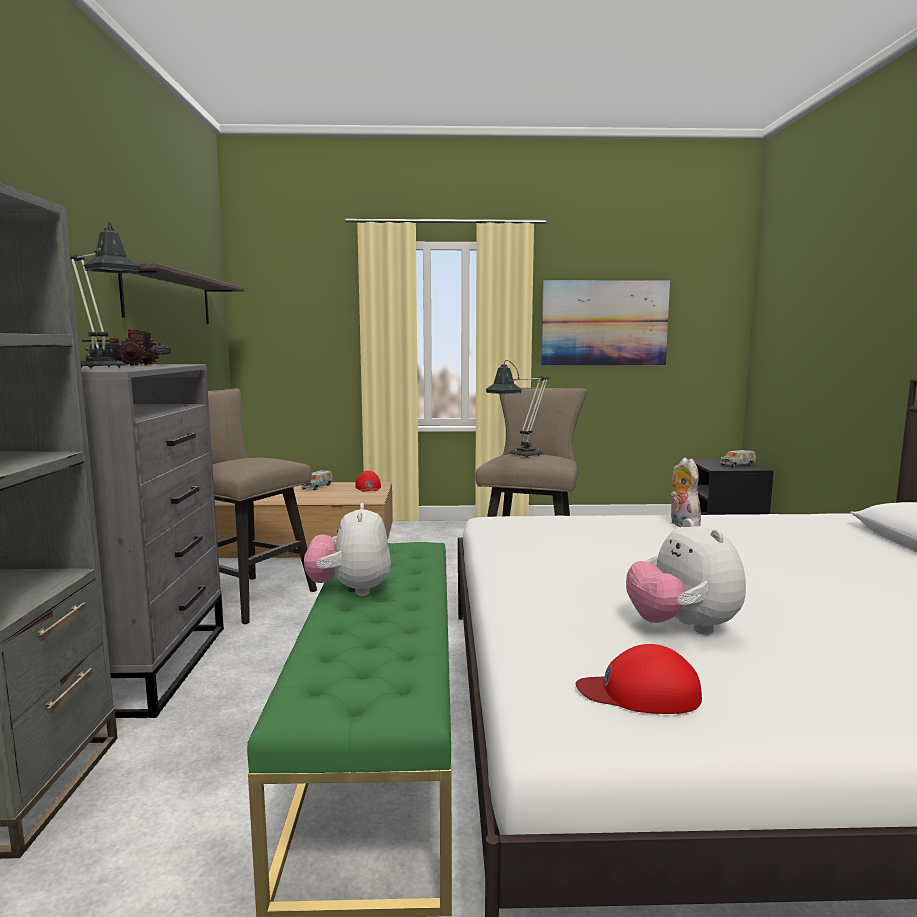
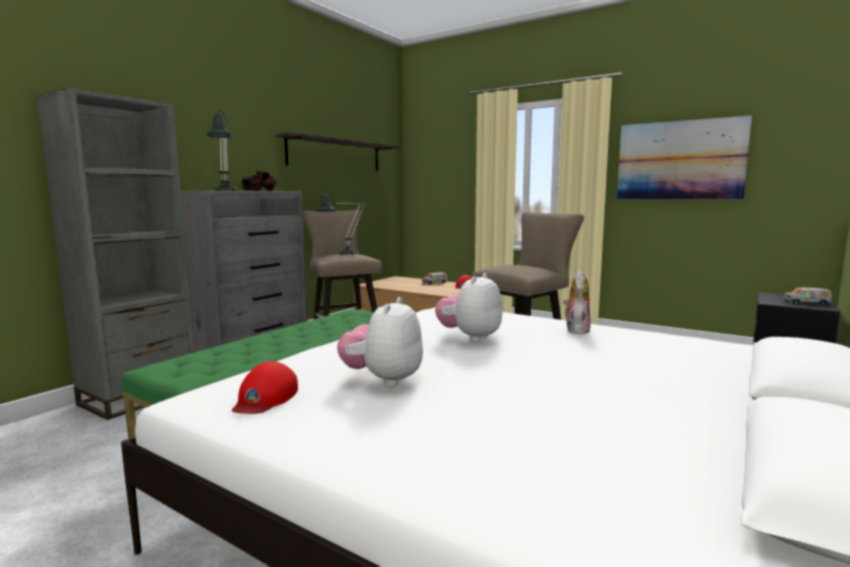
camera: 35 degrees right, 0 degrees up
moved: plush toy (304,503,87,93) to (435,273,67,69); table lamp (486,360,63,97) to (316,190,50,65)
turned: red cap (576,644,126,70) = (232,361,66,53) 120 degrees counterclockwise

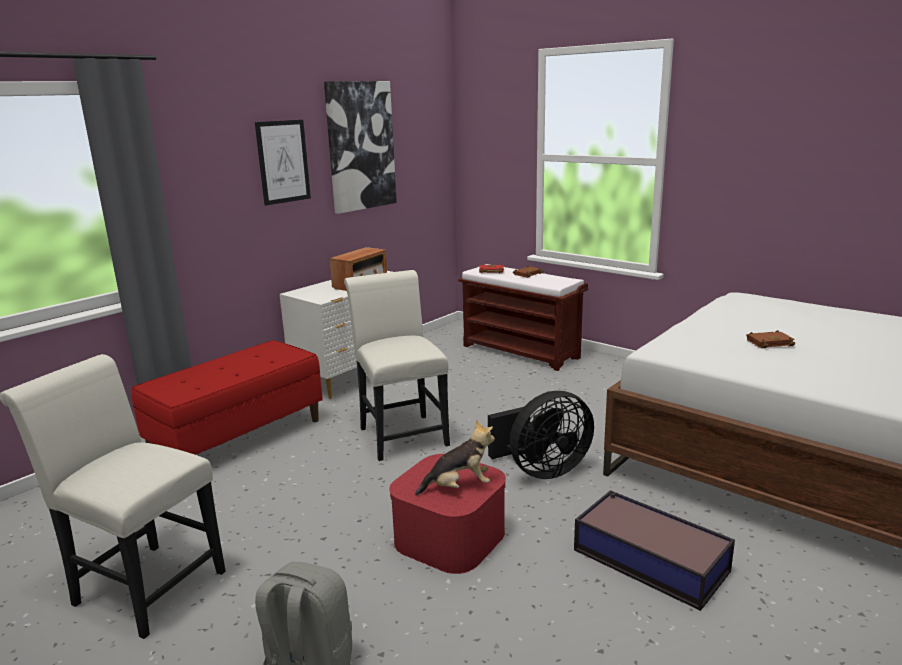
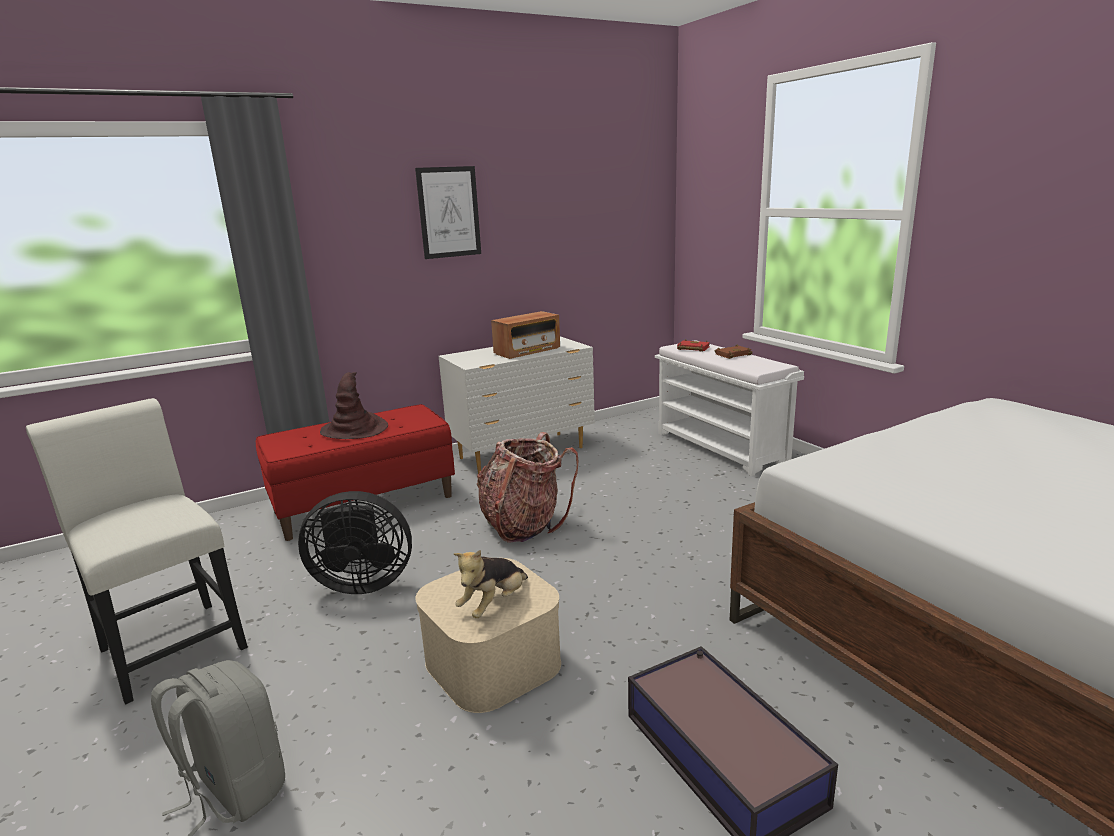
camera: 20 degrees right, 0 degrees up
removed: picture (324,81,73,133); brown book (746,330,49,19)
added: brown hat (320,372,68,67)
moved: black fan (488,391,106,88) to (298,491,114,103)
replaced: white chair (344,270,106,191) to backpack (477,432,101,111)
recoloured: red storage box (389,454,117,120) to beige storage box (415,558,146,155); brown bench (458,264,130,107) to white bench (655,340,149,136)
turned: plush toy (415,419,80,77) = (454,550,74,68) 120 degrees clockwise

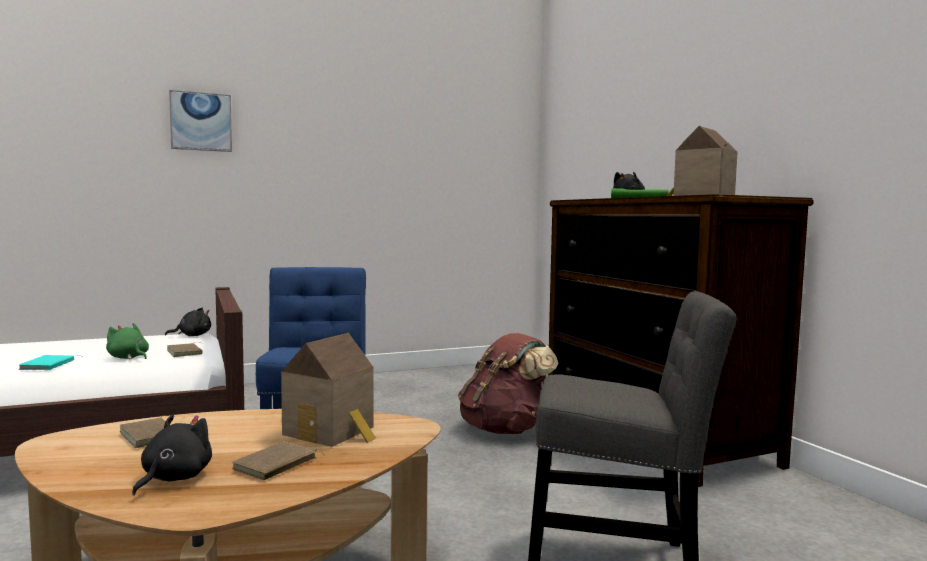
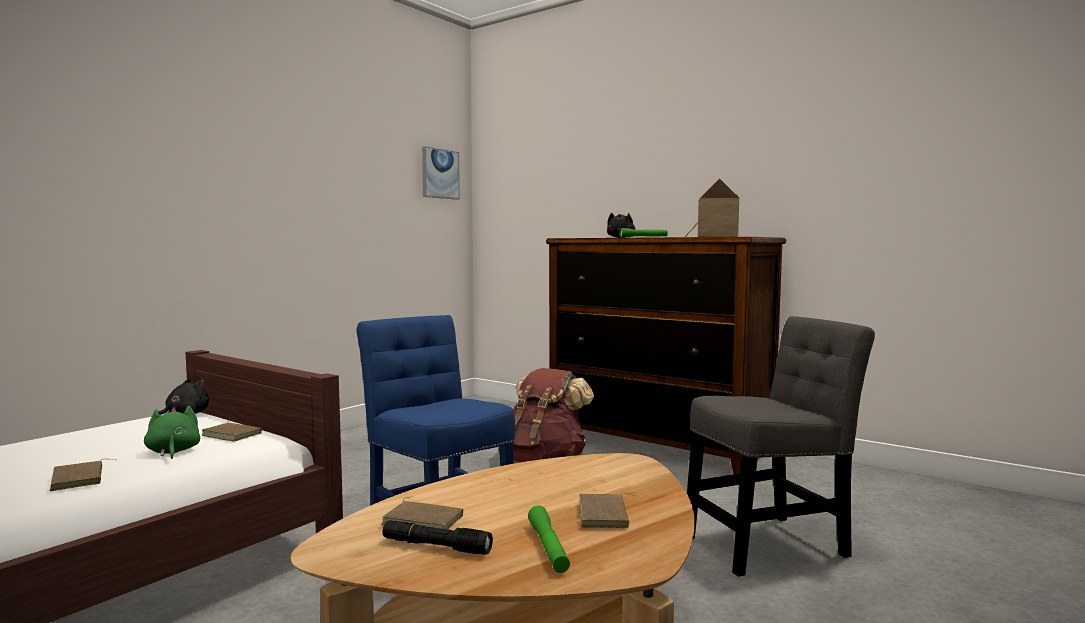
camera: 30 degrees left, 0 degrees up
removed: toy house (281,333,95,114)
added: black flashlight (383,520,110,35)
moved: picture (169,90,63,62) to (422,146,38,54)
replaced: black plush toy (132,414,80,81) to green flashlight (528,505,42,68)
recoloured: turquoise book (19,355,64,15) to brown book (50,459,65,32)
turned: green plush toy (106,323,43,36) = (144,406,56,53) 60 degrees clockwise

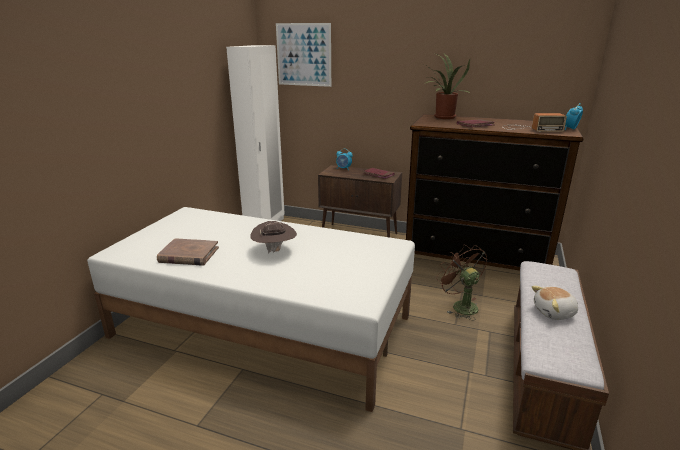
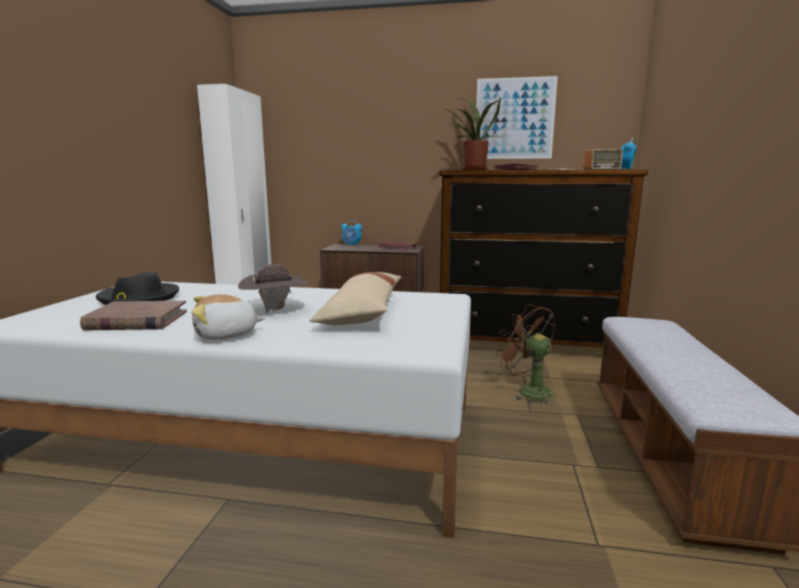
camera: 10 degrees left, 10 degrees down
added: black hat (96,271,83,34); beige pillow (310,272,91,53)
moved: picture (276,23,55,64) to (475,76,83,83); plush toy (531,286,47,34) to (192,294,73,46)

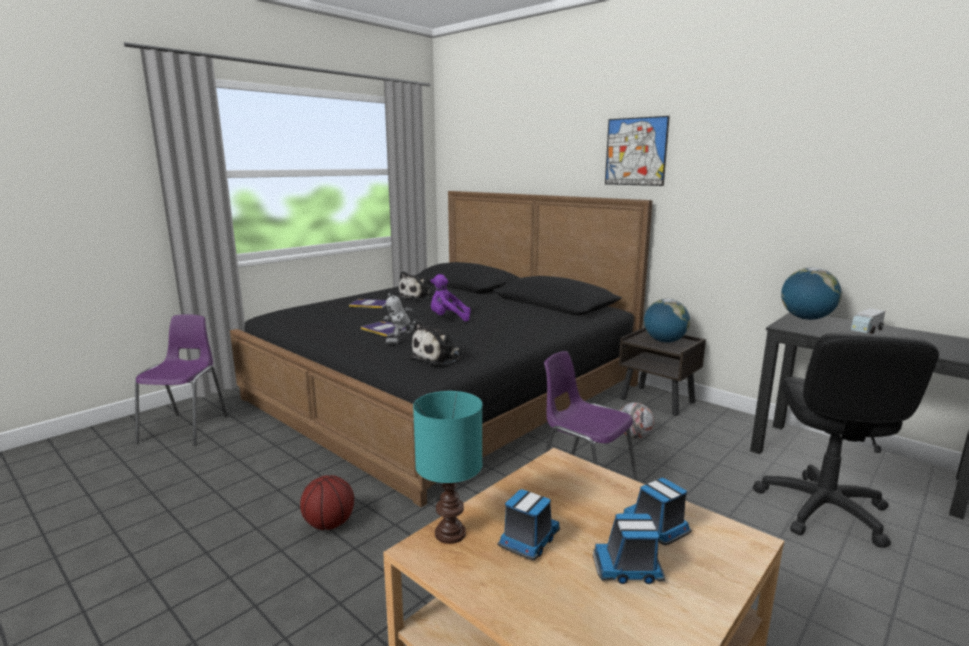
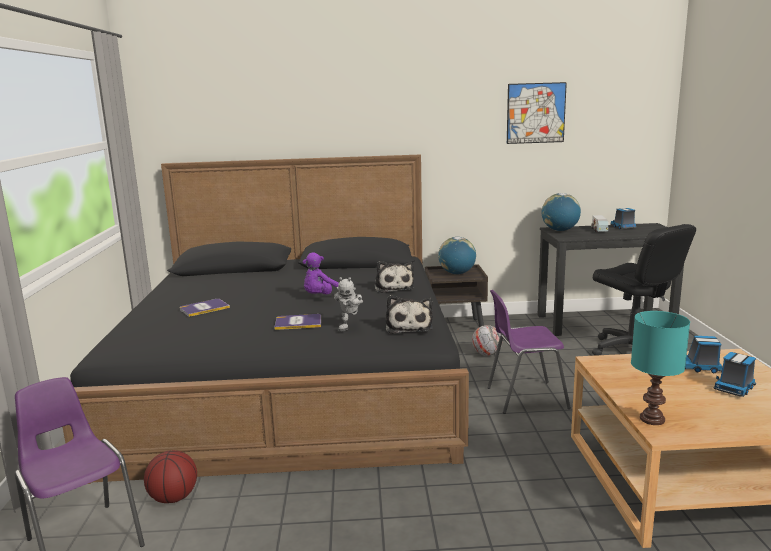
camera: 45 degrees left, 0 degrees up
moved: basketball (300,475,54,55) to (144,450,53,53); plush toy (397,271,36,29) to (374,261,40,32); toy truck (497,489,63,72) to (610,208,27,21); picture (605,116,65,70) to (507,82,60,62)

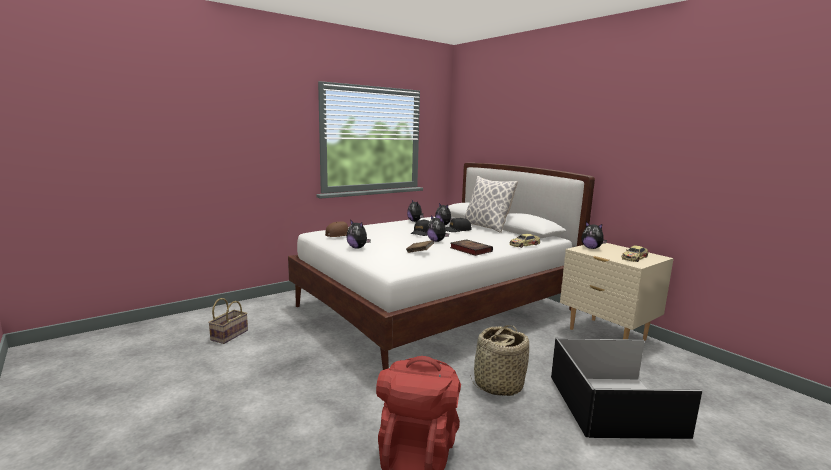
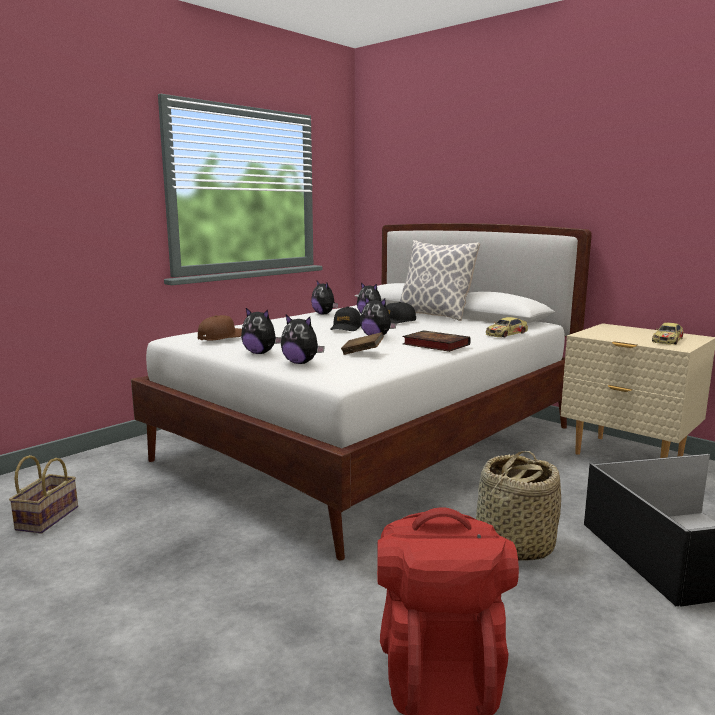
camera: 10 degrees left, 0 degrees up
moved: plush toy (581,222,26,27) to (281,315,44,49)

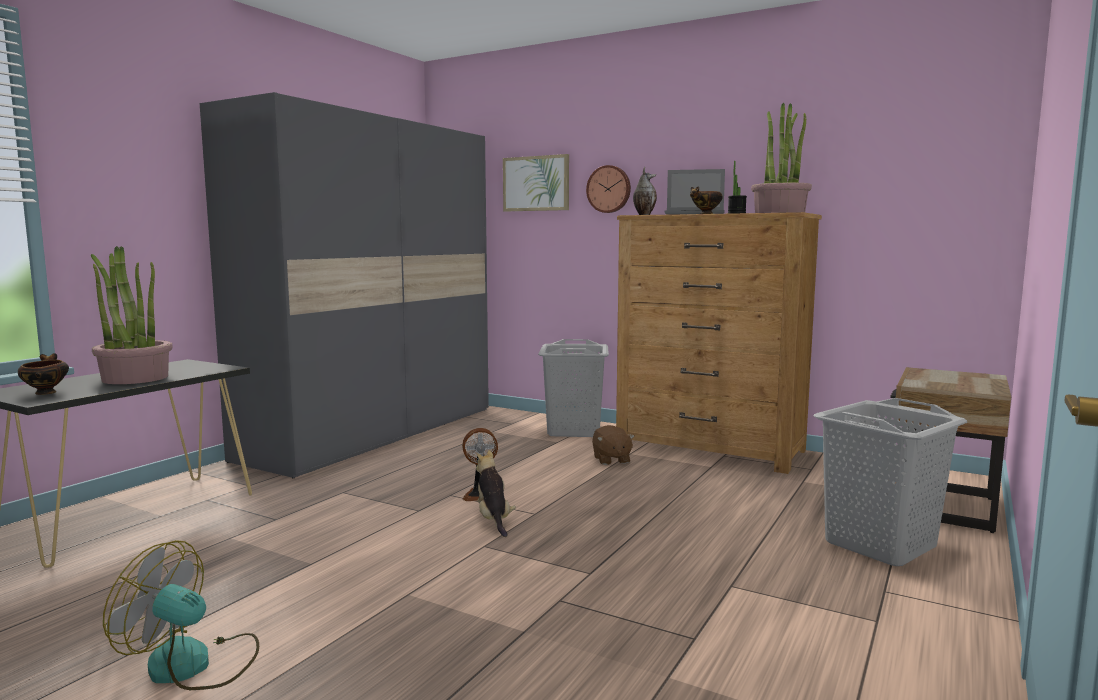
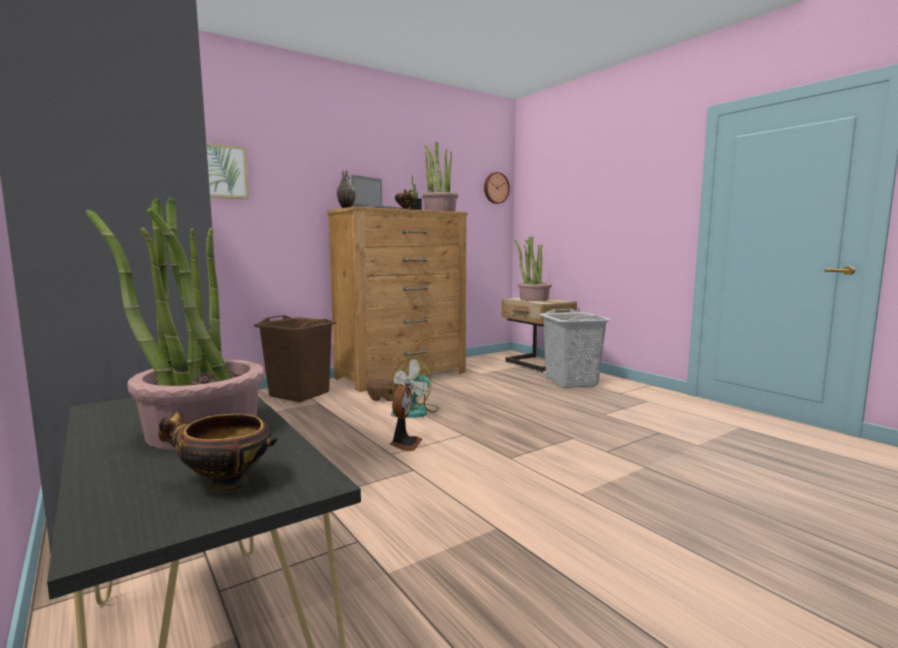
camera: 65 degrees left, 0 degrees up
removed: plush toy (476,450,40,87)
added: potted plant (514,236,38,65)
moved: fan (103,540,156,150) to (391,357,48,61); wall clock (586,165,45,48) to (484,172,26,32)
recoloured: grey laundry basket (538,339,71,98) to brown laundry basket (254,315,83,87)

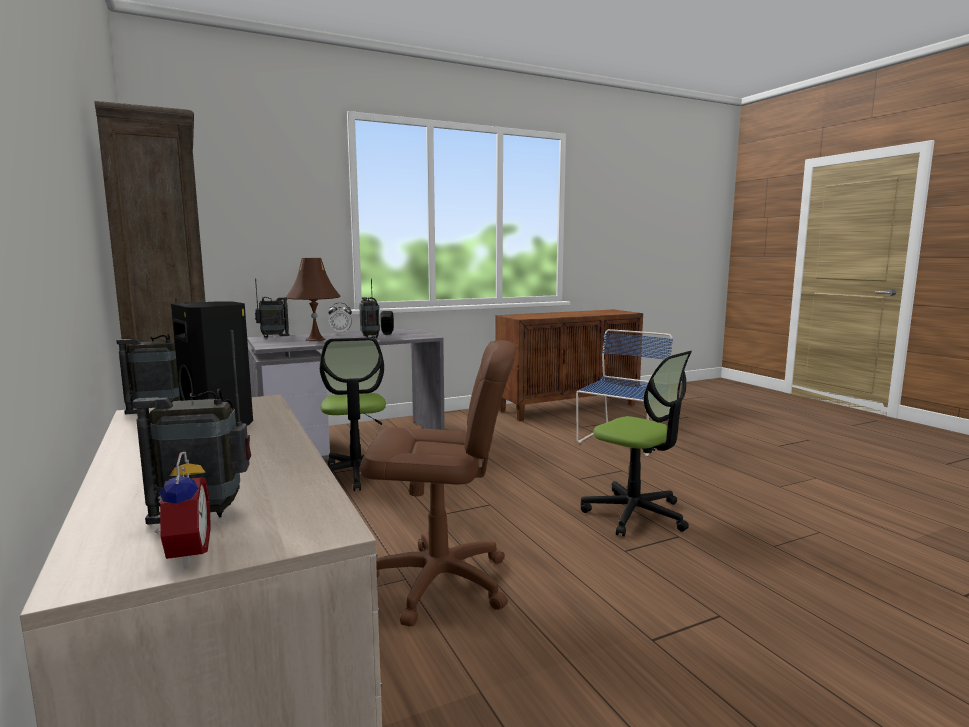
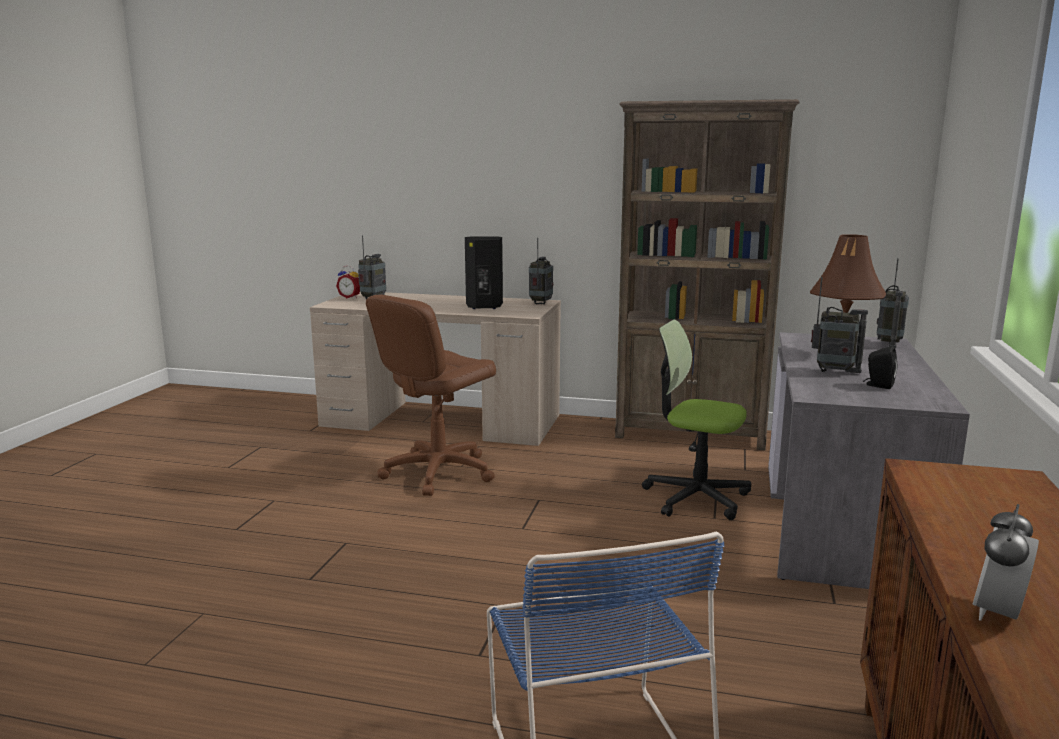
camera: 130 degrees right, 5 degrees up
removed: office chair (581,351,111,186)
moved: alarm clock (328,303,24,30) to (973,504,66,117)

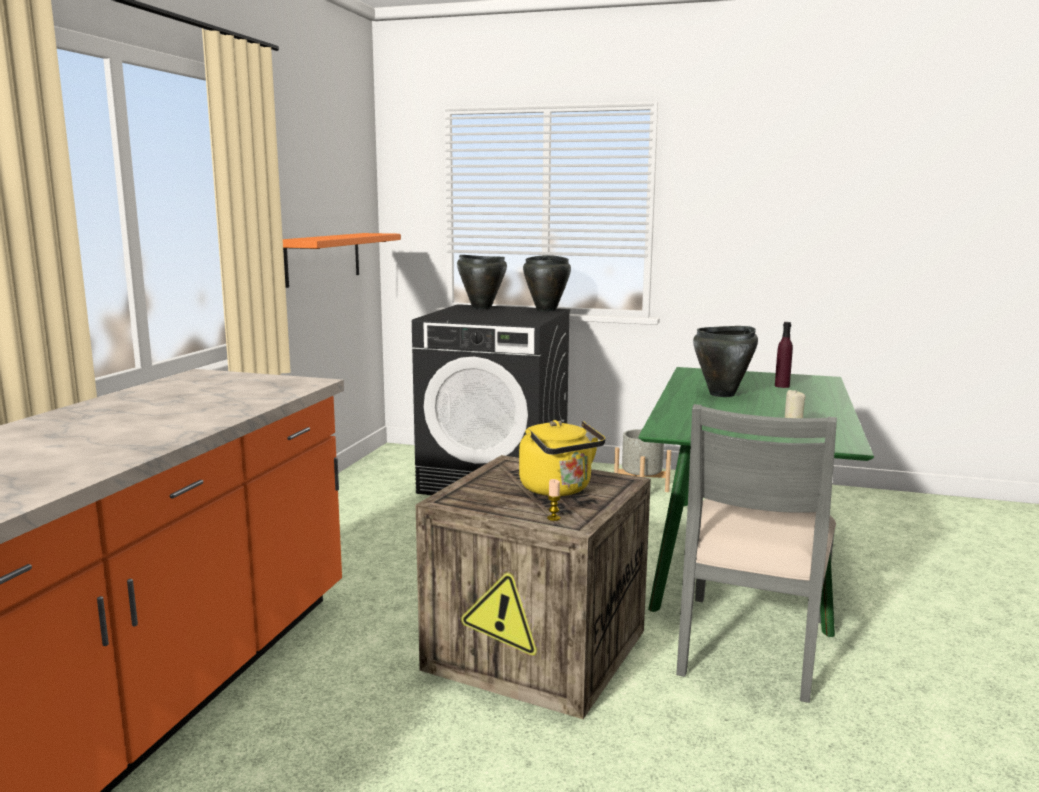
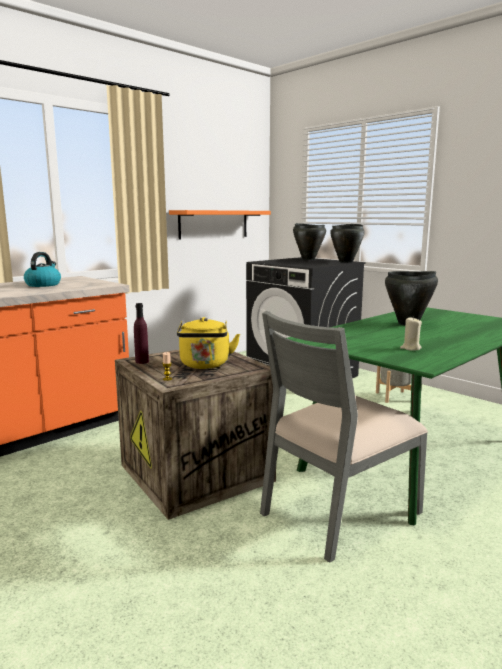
camera: 30 degrees right, 0 degrees up
added: kettle (24,252,37,35)
moved: purple bottle (775,322,18,66) to (134,303,15,61)

